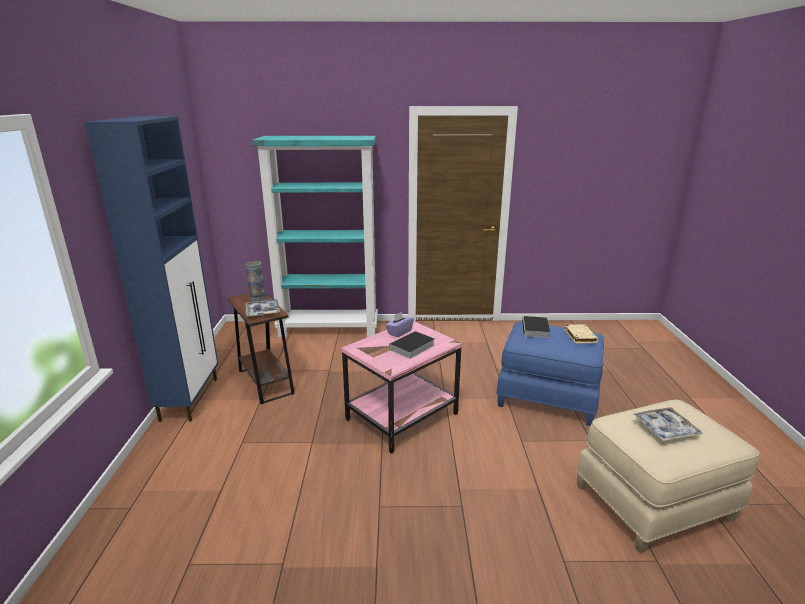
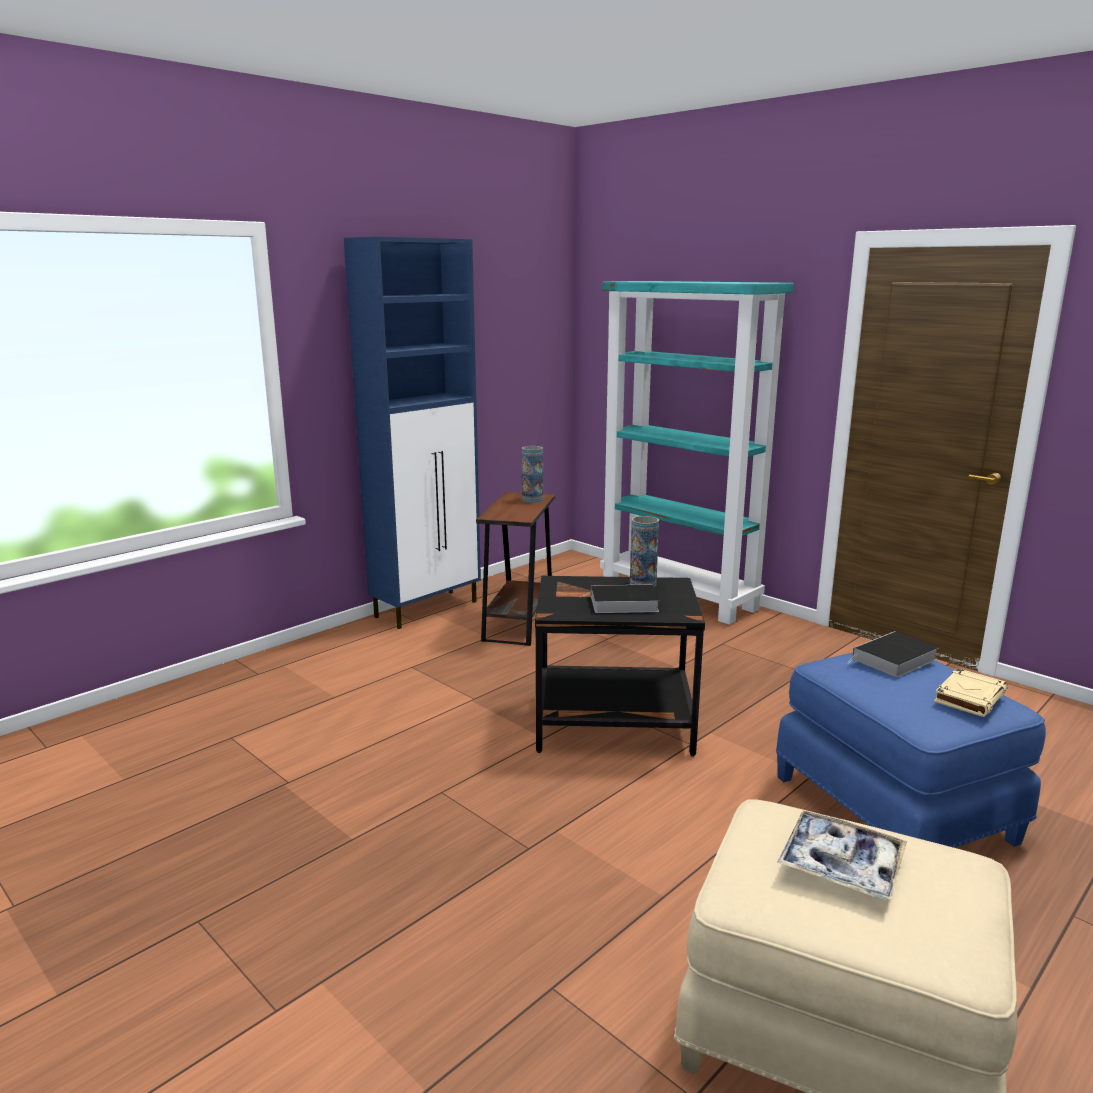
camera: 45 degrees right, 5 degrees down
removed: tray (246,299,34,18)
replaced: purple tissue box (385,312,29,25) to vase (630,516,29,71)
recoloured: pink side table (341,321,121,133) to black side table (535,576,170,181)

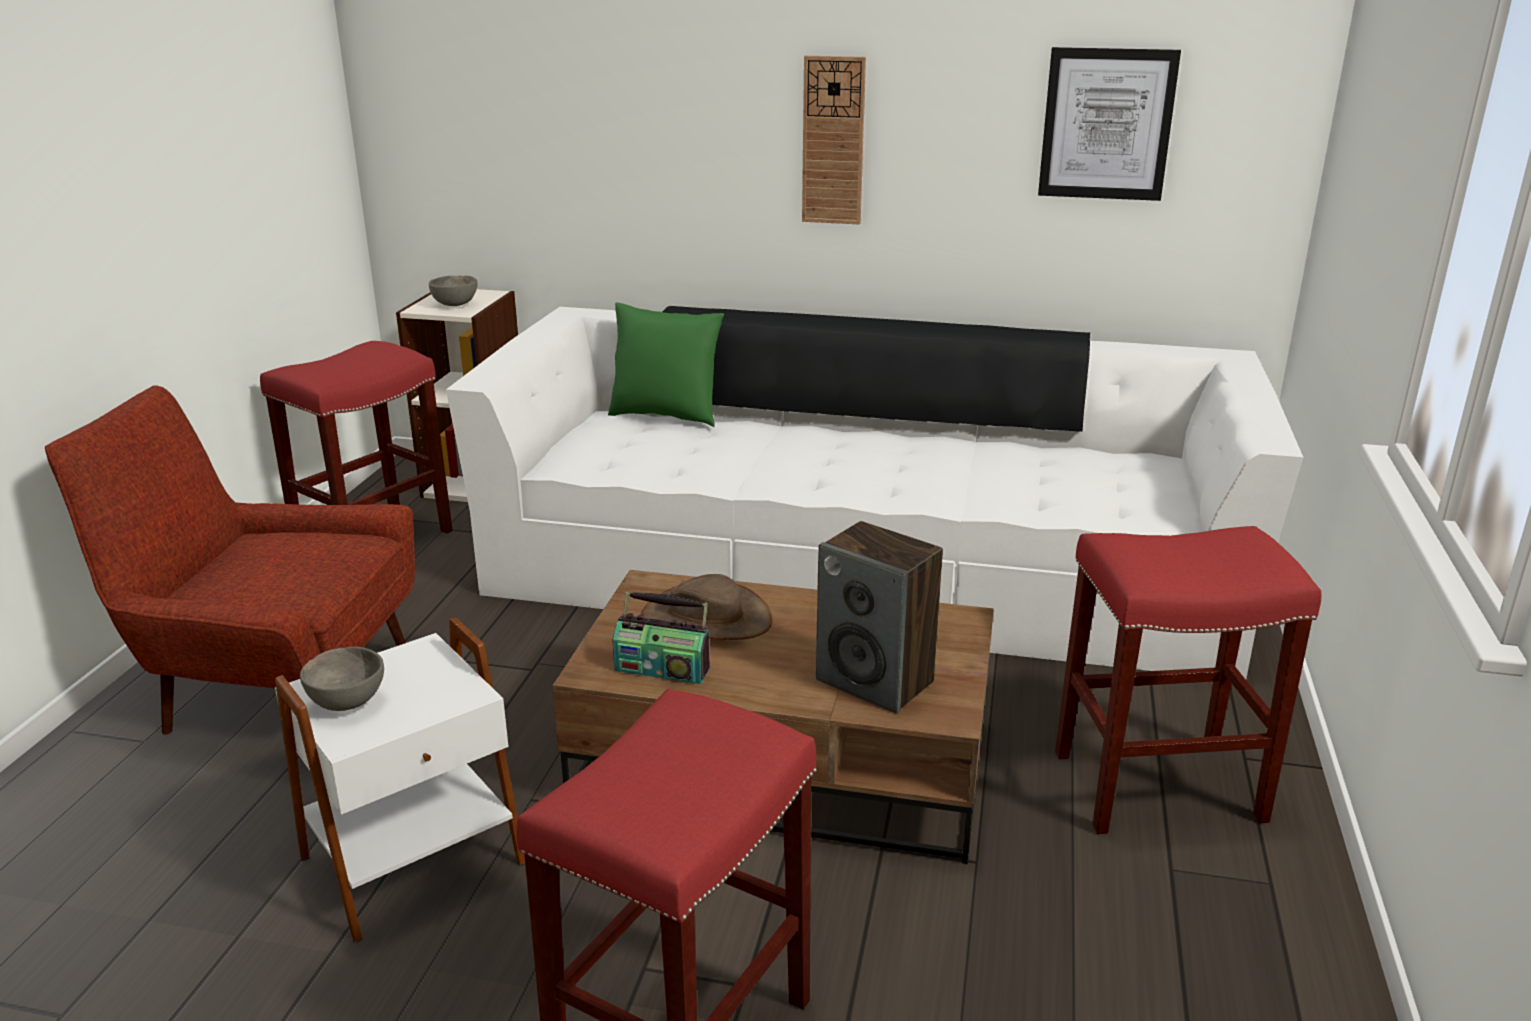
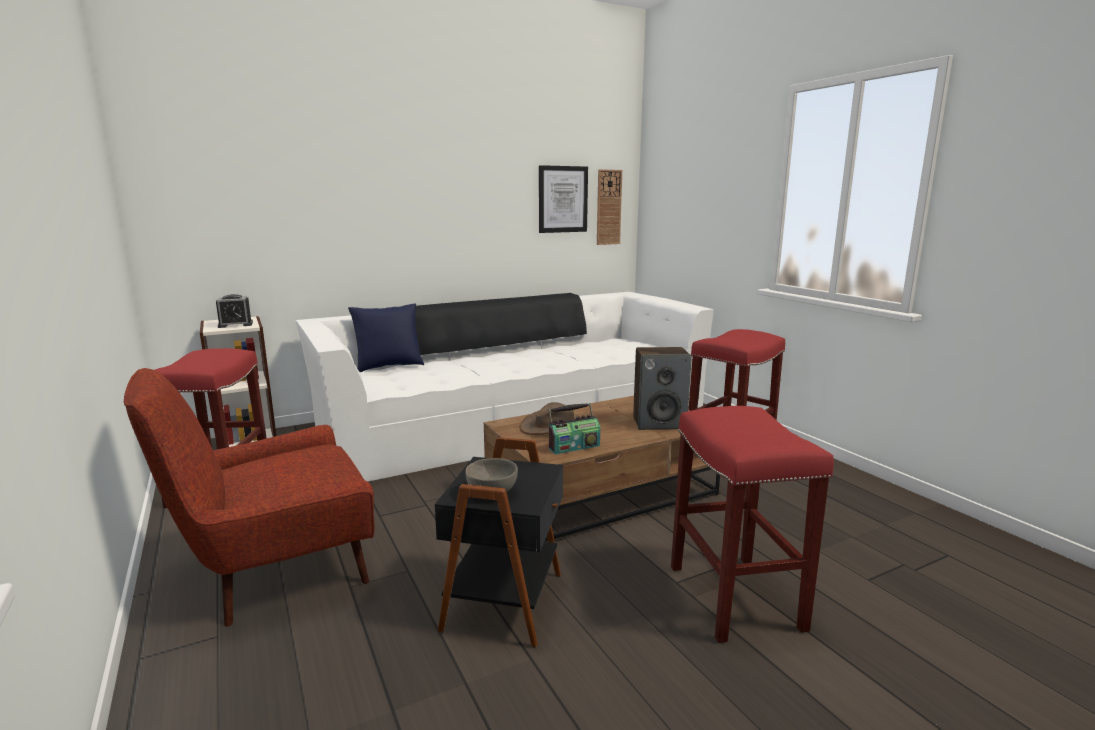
camera: 40 degrees left, 10 degrees down
moved: wall clock (802,56,64,169) to (597,169,25,76)
replaced: grey bowl (429,275,49,31) to alarm clock (216,294,37,34)
recoloured: white side table (275,618,250,325) to black side table (435,437,128,211); green pillow (608,302,116,125) to blue pillow (348,303,76,69)

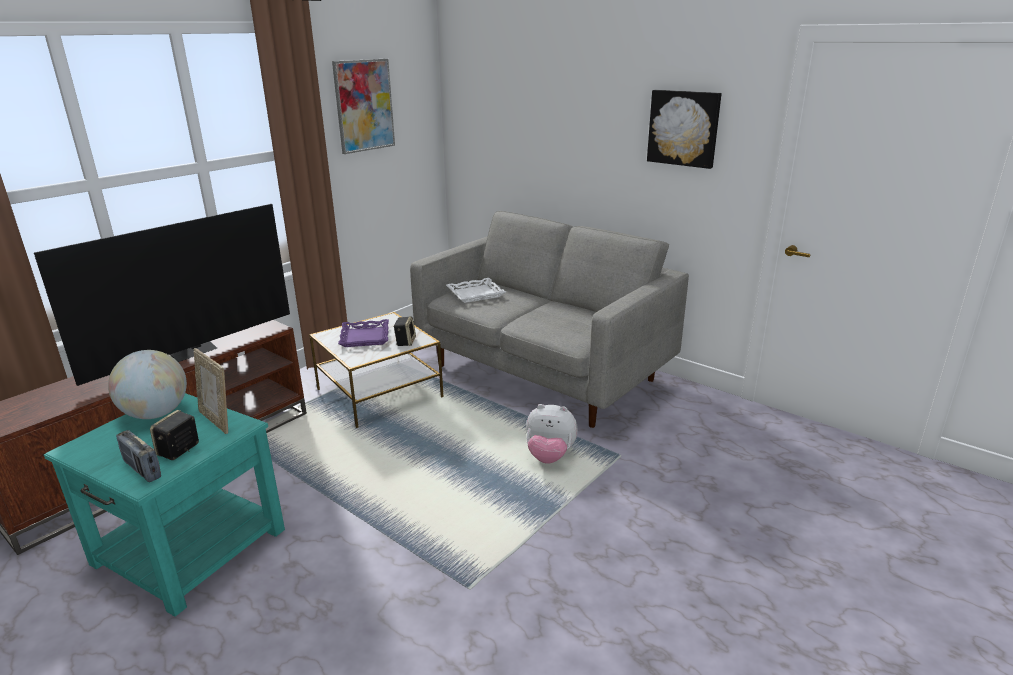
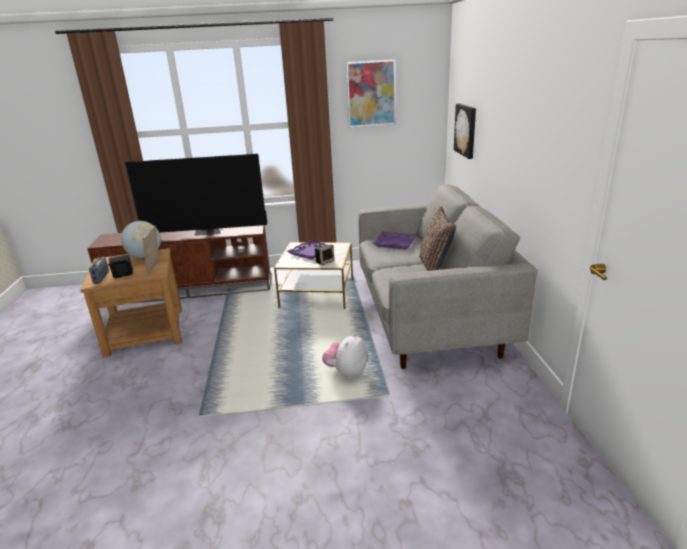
camera: 45 degrees right, 0 degrees up
added: brown pillow (419,206,37,65)
moved: picture (647,90,75,79) to (454,103,22,56)
recoloured: turquoise side table (44,393,241,224) to brown side table (80,248,102,109); white tray (446,278,60,25) to purple tray (373,231,45,18)
turned: plush toy (526,404,52,60) = (322,333,45,46) 60 degrees clockwise

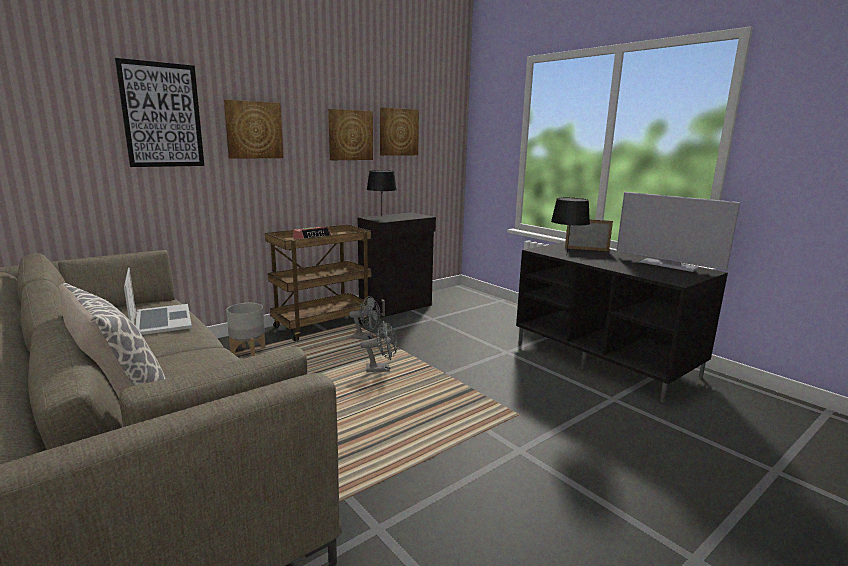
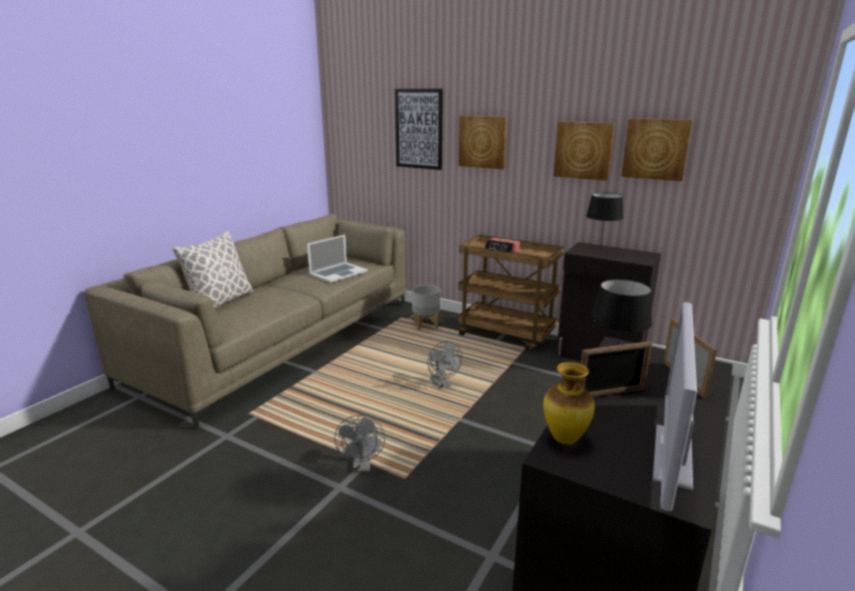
camera: 70 degrees right, 5 degrees up
added: vase (543,362,52,83); picture frame (580,341,72,56)
moved: grey fan (349,296,31,44) to (334,415,51,58)

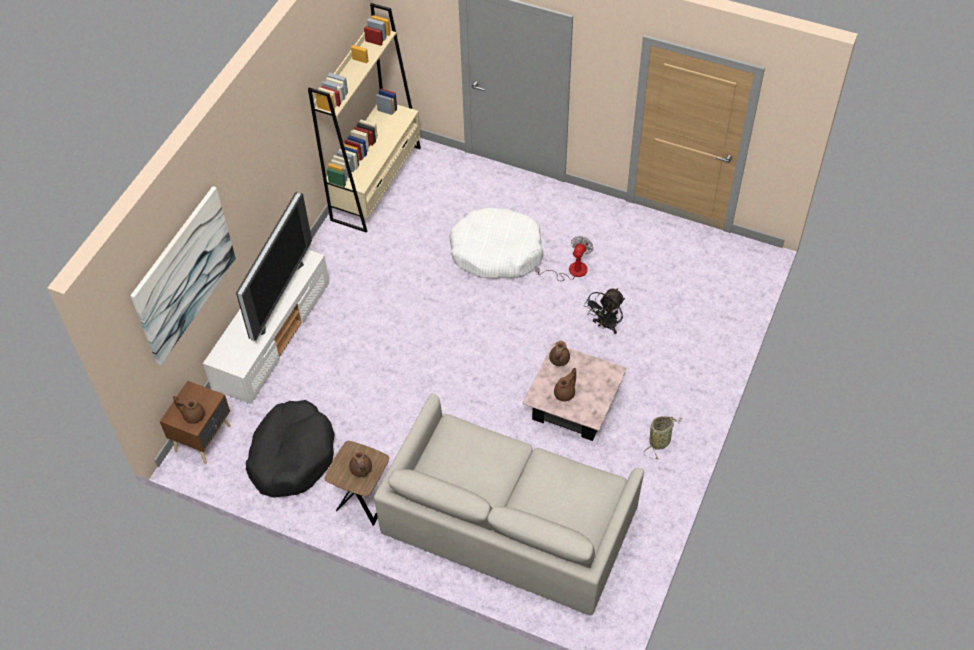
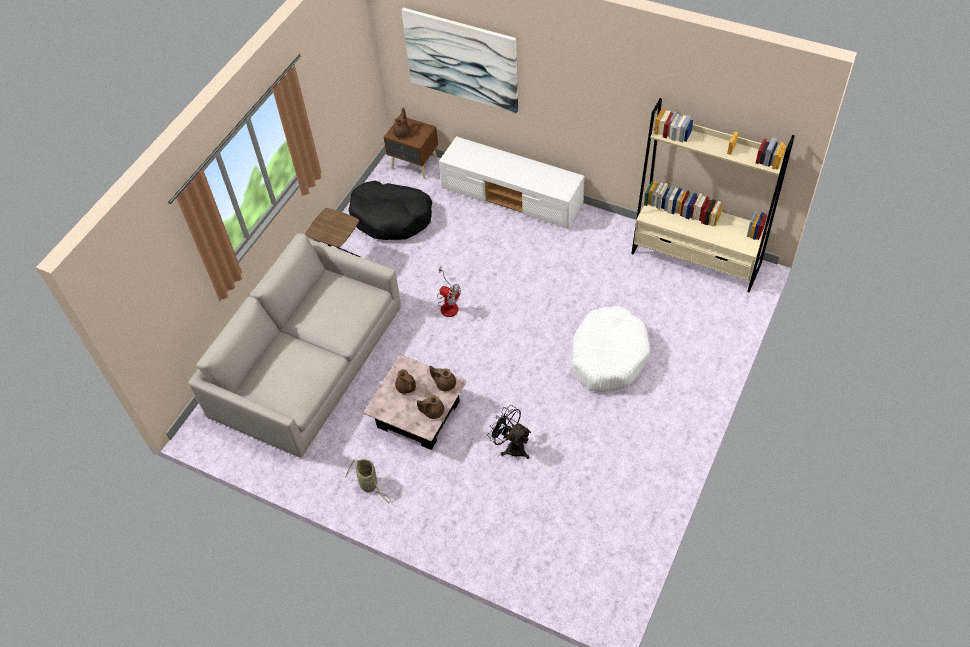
camera: 95 degrees right, 0 degrees up
removed: television (236,192,76,150)
moved: brown teapot (349,450,23,27) to (417,395,27,24); fan (535,236,58,45) to (437,267,24,50)

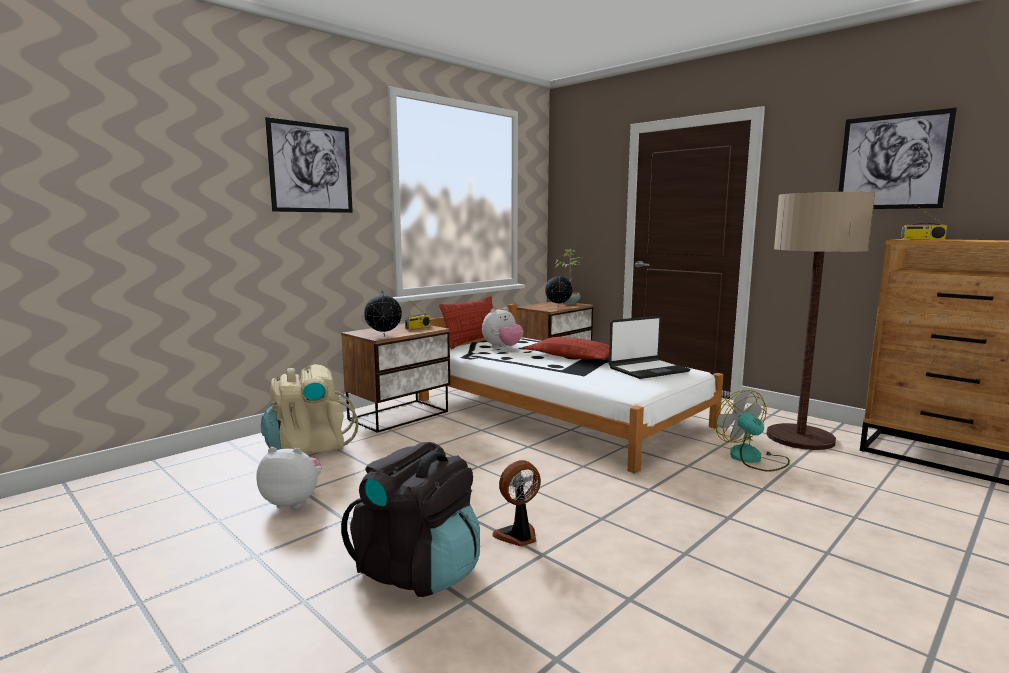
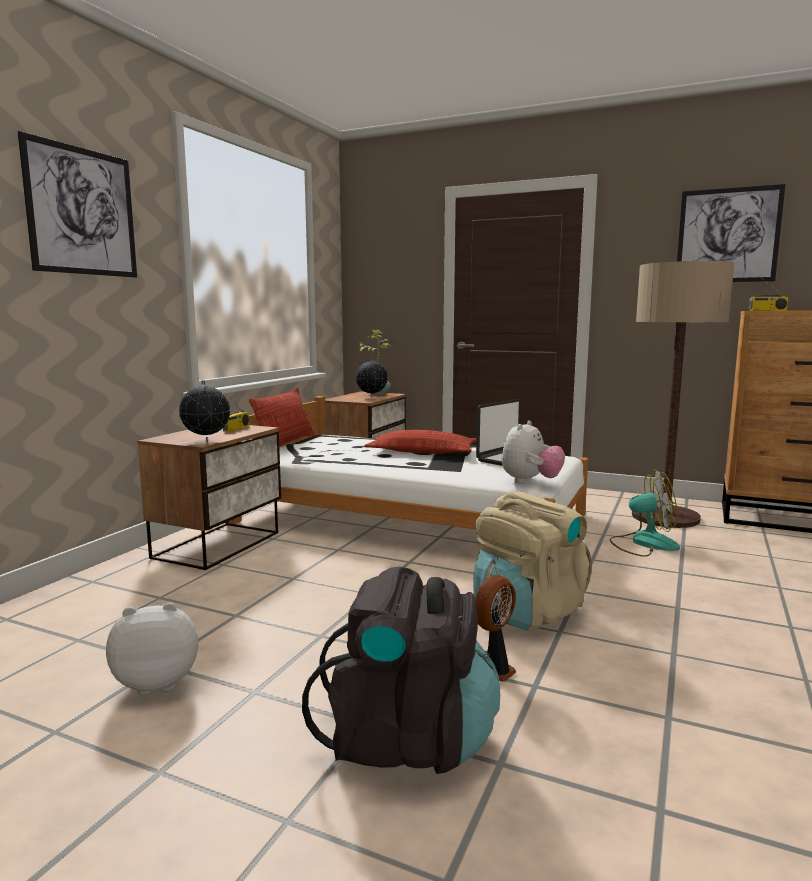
camera: 20 degrees left, 0 degrees up
moved: beige backpack (261,364,98,89) to (473,491,119,141); plush toy (482,307,42,41) to (502,421,63,62)
turned: fan (714,390,76,82) = (610,470,70,87) 135 degrees clockwise

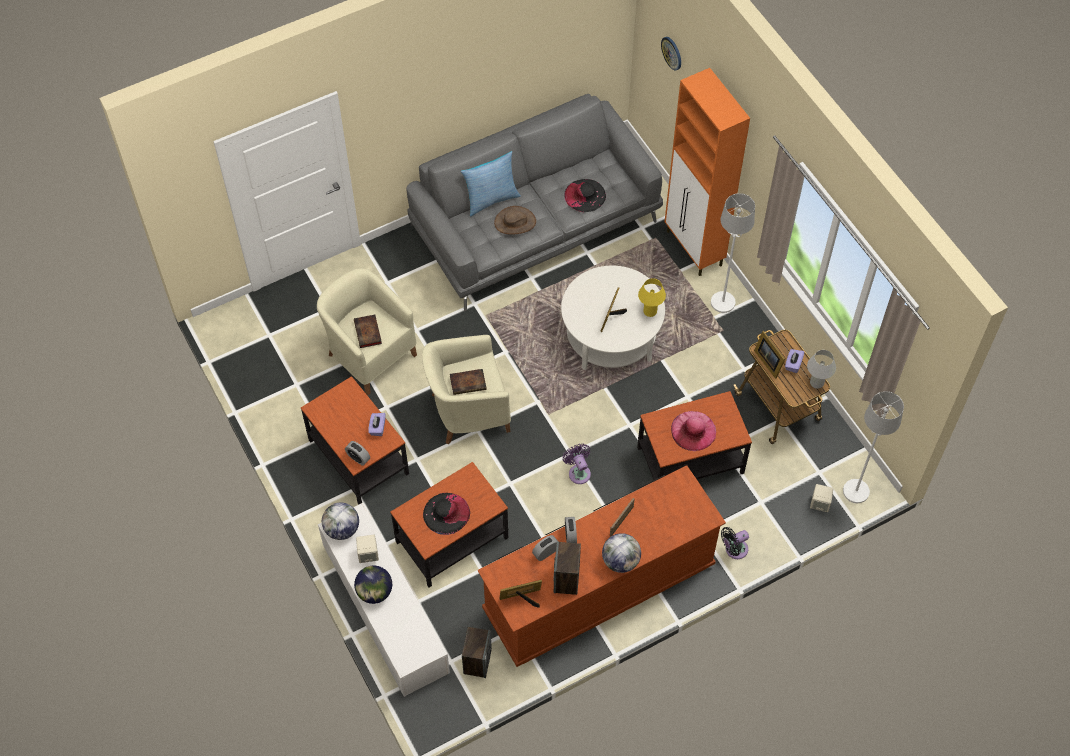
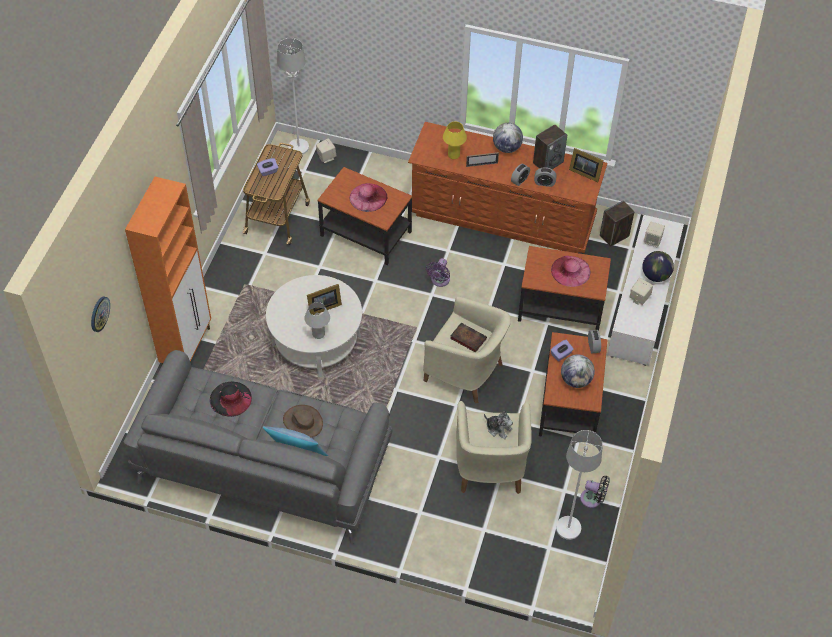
camera: 135 degrees left, 5 degrees down
removed: picture frame (754,331,31,48)
added: beige speaker (644,222,21,25)
moved: globe (322,502,37,38) to (561,355,34,33); yellow table lamp (638,278,28,39) to (443,122,24,37); white floor lamp (711,193,44,120) to (556,430,47,110); black fan (721,527,28,32) to (580,476,30,32); white table lamp (807,350,29,39) to (304,302,26,37)
replaced: book (354,315,28,33) to plush toy (484,411,29,28)
recoloured: black hat (423,493,47,42) to pink hat (551,256,40,31)

